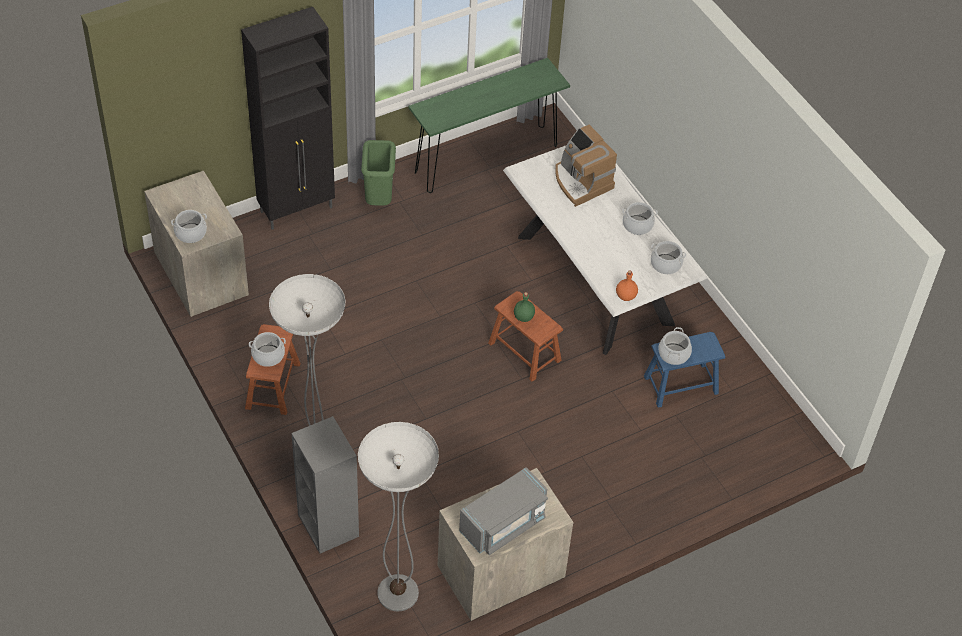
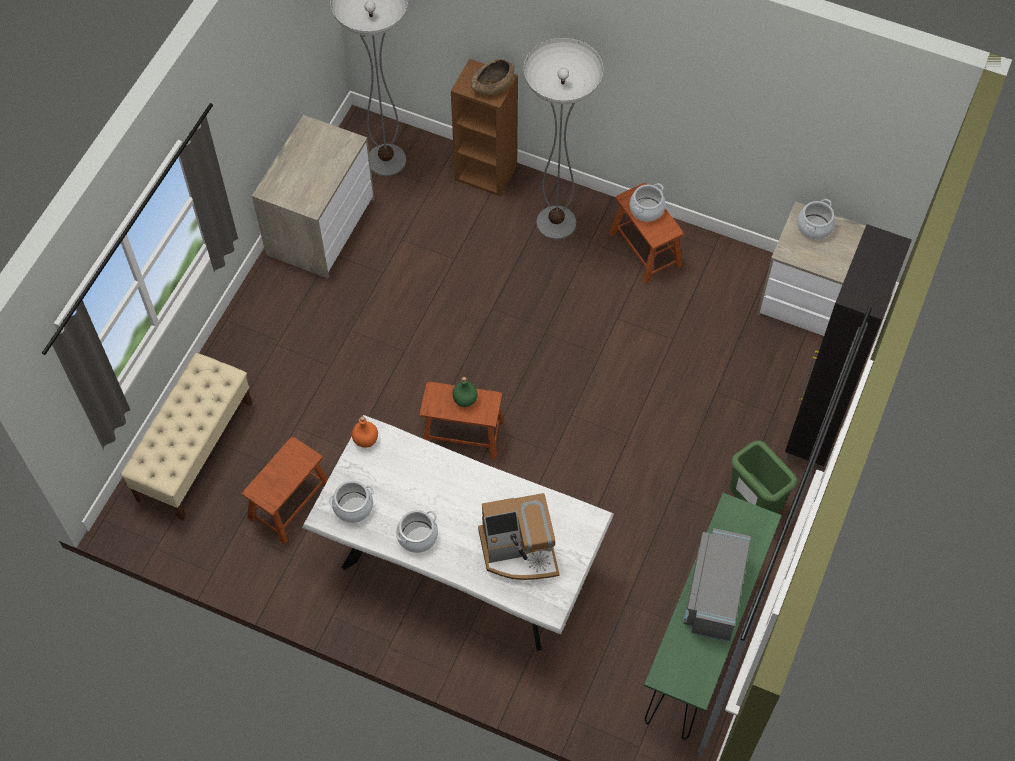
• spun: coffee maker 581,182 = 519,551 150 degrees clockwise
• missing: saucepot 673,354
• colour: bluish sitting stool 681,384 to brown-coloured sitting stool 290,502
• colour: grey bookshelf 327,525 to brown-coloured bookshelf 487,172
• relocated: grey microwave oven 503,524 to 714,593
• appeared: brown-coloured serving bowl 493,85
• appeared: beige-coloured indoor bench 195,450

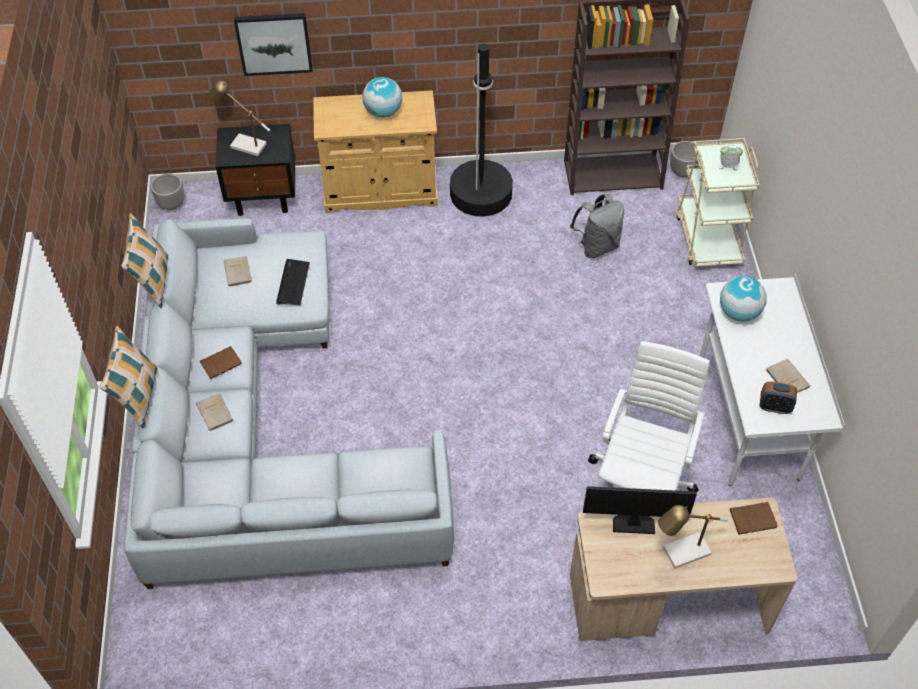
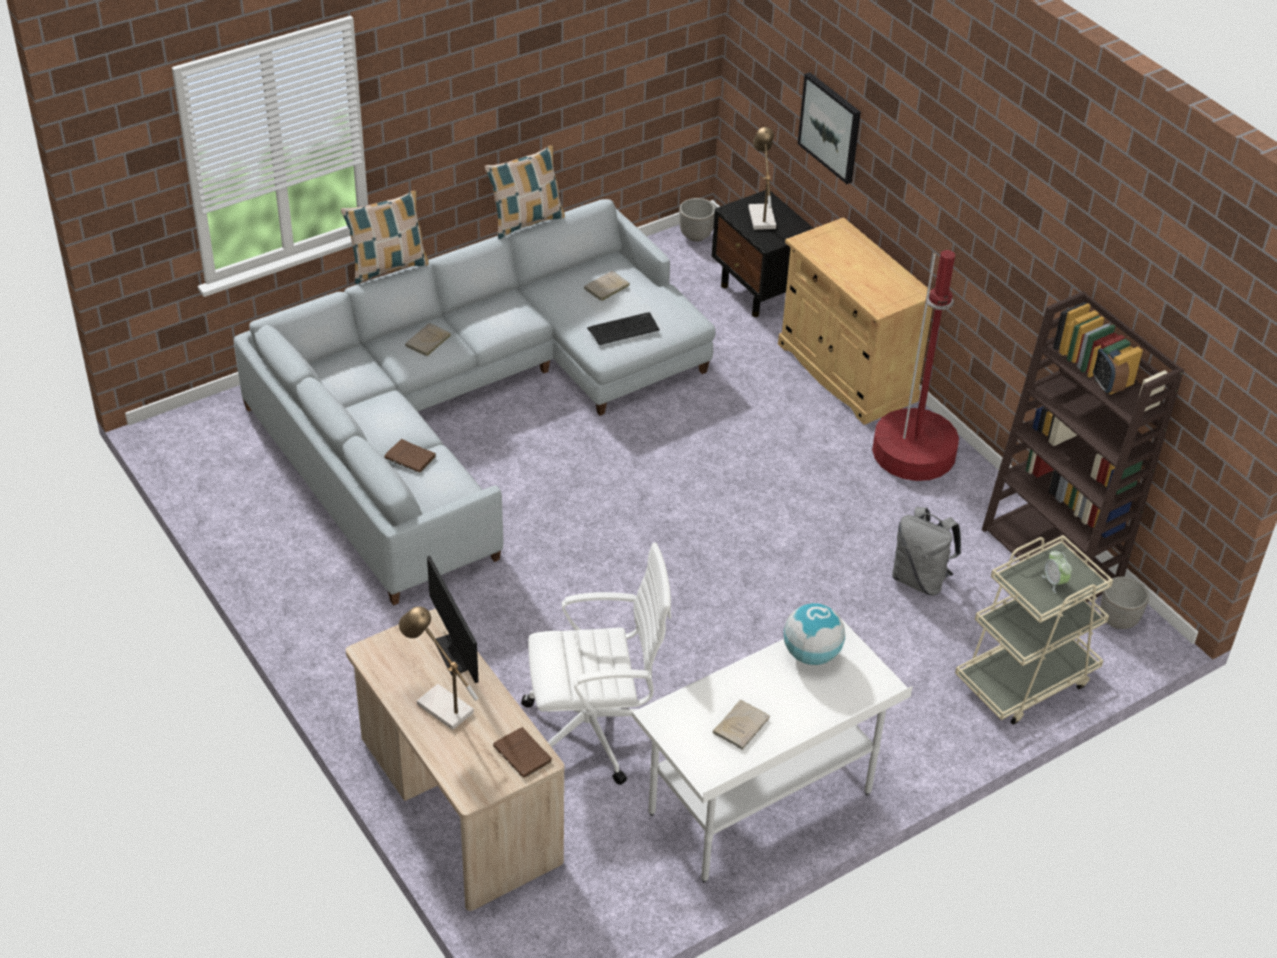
• colour: black standard lamp 481,193 to red-coloured standard lamp 914,452
• missing: desk globe 383,112
• relocated: brown-coloured bound book 222,363 to 411,458
• relocated: bedside clock 774,407 to 1106,385

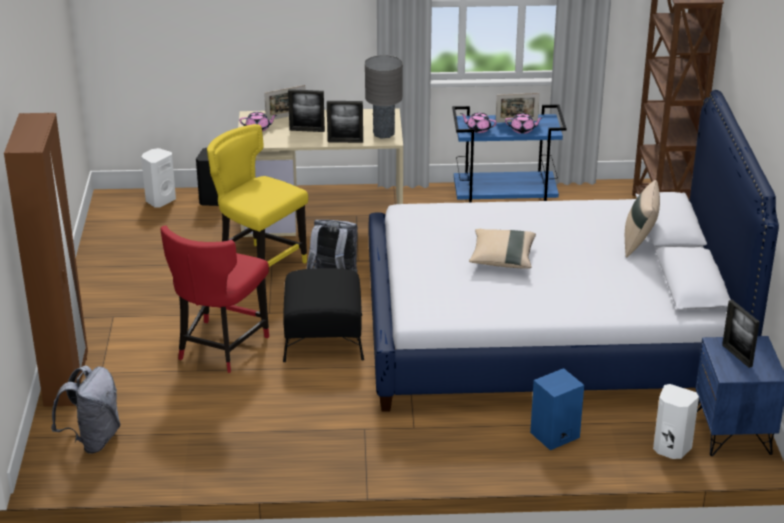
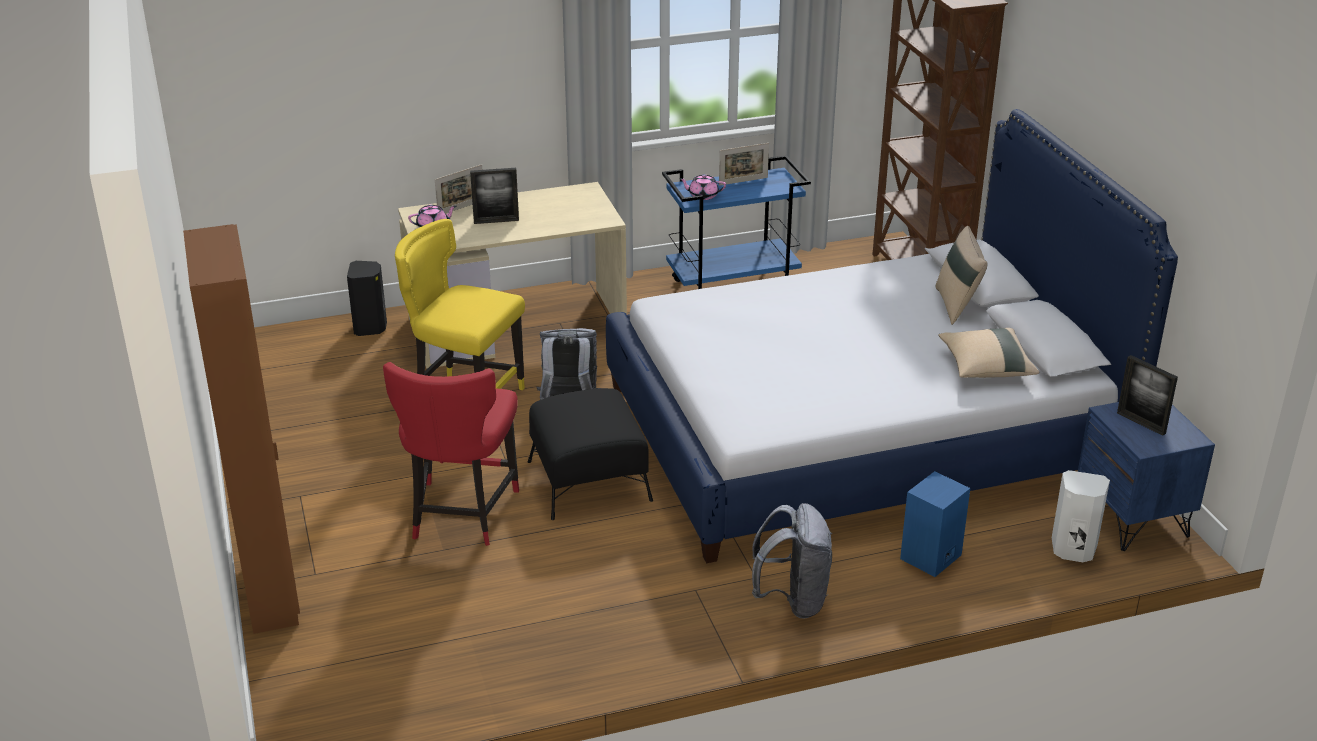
• missing: grey table lamp 384,134
• missing: picture frame 345,141
• missing: pinkish tea pot 522,130
• missing: whitish loudspeaker 160,200
• relocated: beige-coloured cushion 502,259 to 985,367
• relocated: grey backpack 93,439 to 792,600

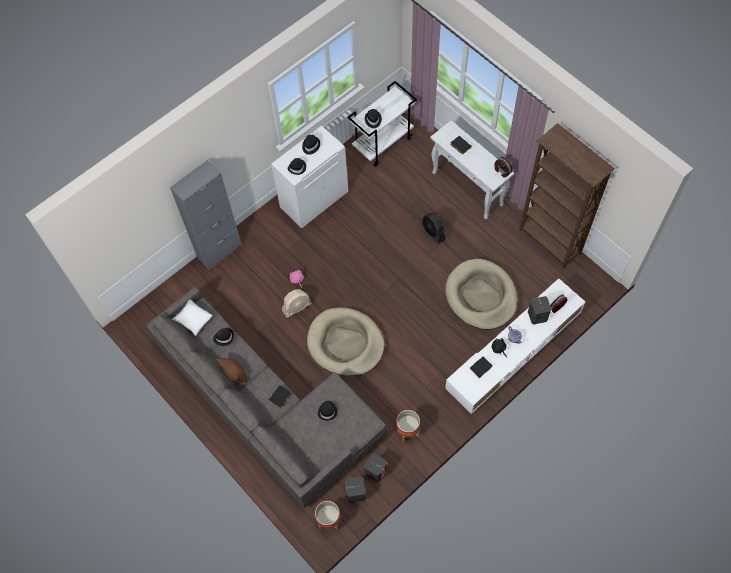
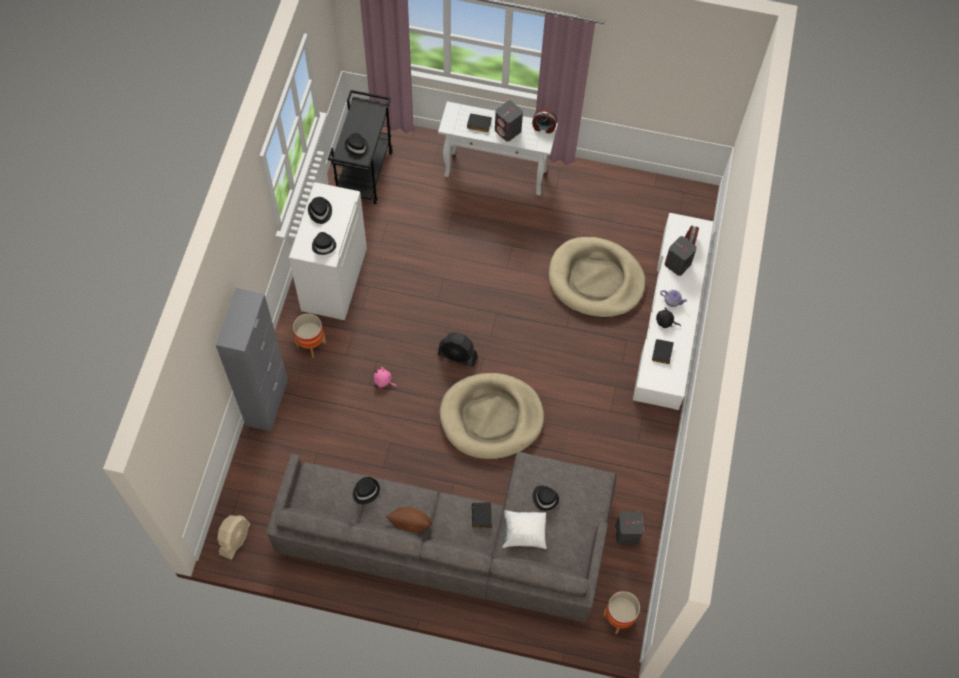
• colour: whitish wheeled cart 383,143 to black wheeled cart 364,173
• missing: brown-coloured bookshelf 549,242
• relocated: black electric fan 433,232 to 457,356
• relocated: beige-coloured electric fan 297,307 to 235,539
• relocated: whitish cushion 193,320 to 523,533
• relocated: flower pot 407,431 to 311,344
• relocated: grey loudspeaker 356,493 to 508,131

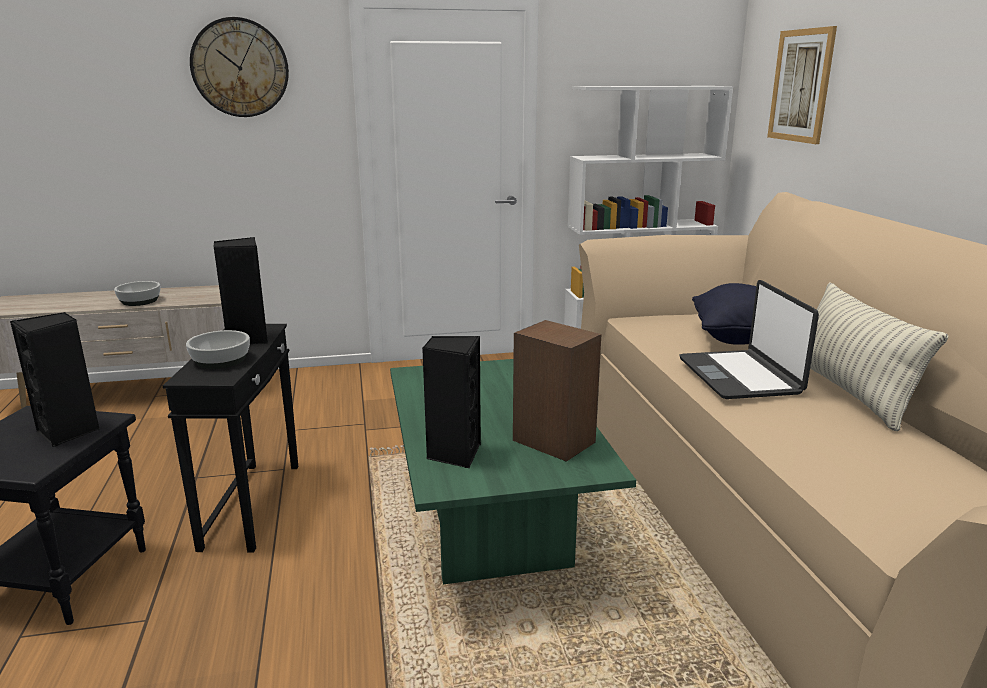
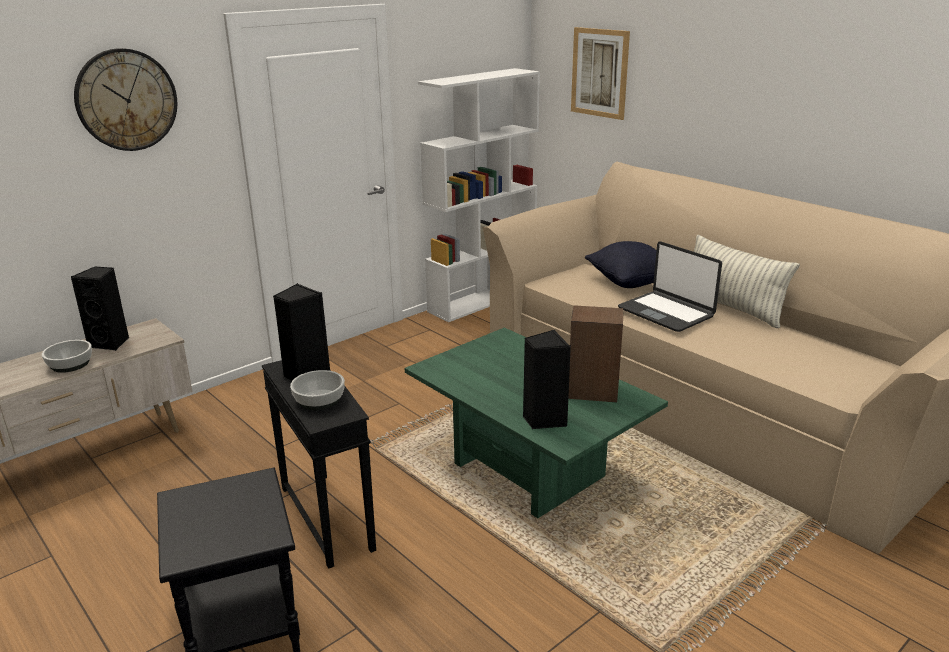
• relocated: black loudspeaker 69,432 to 111,343

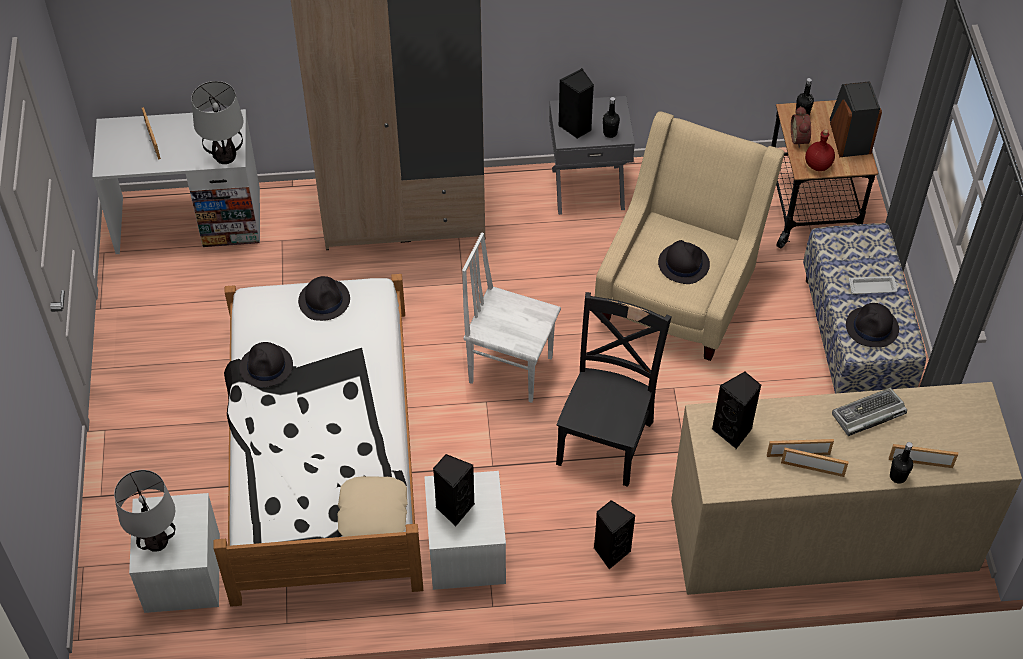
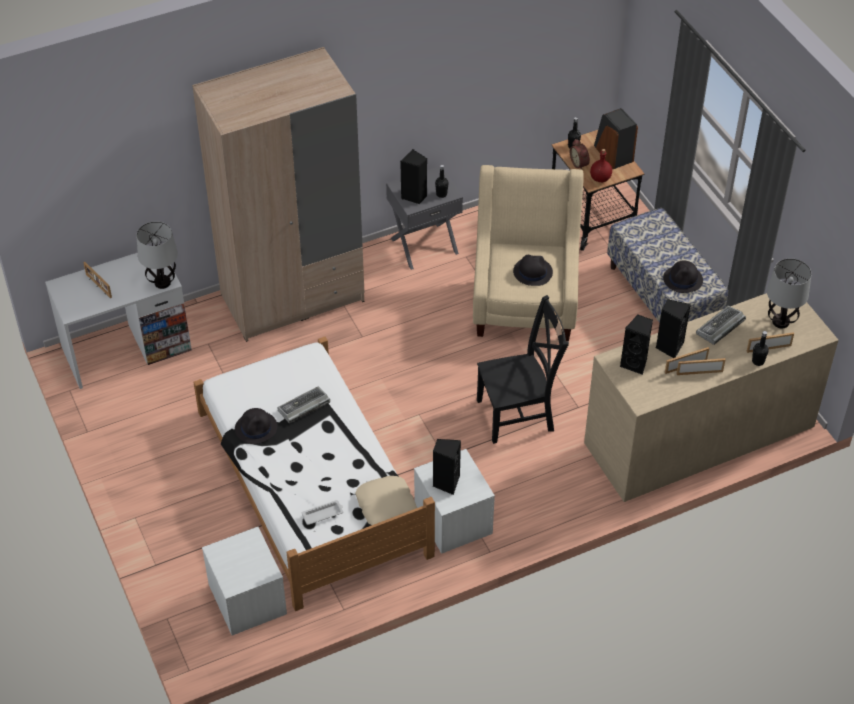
• missing: whitish chair 510,368
• missing: black hat 324,300
• relocated: whitish tray 873,287 to 323,514
• spun: black chair 606,439 = 518,414 75 degrees clockwise
• relocated: table lamp 157,541 to 781,321
• relocated: black loudspeaker 611,551 to 669,347
• appeared: computer keyboard 303,407

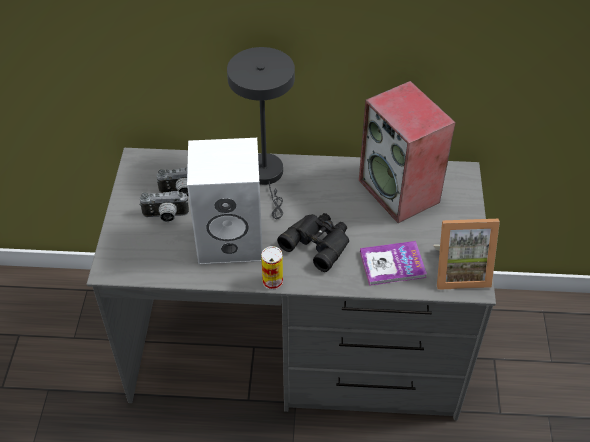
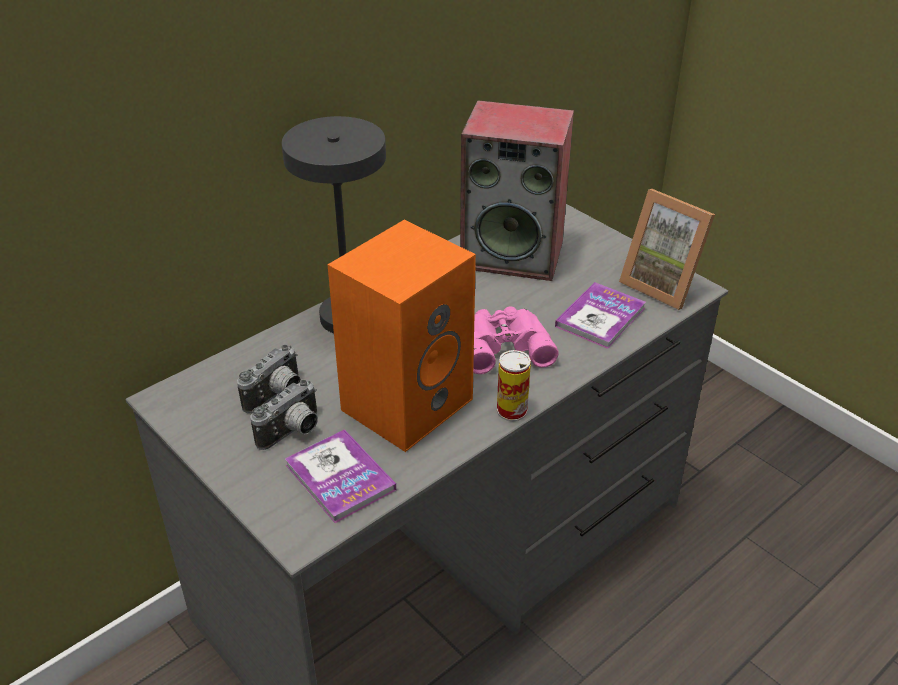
• colour: whitish loudspeaker 232,239 to orange-coloured loudspeaker 407,402
• colour: black field glasses 318,242 to pinkish field glasses 503,345
• spun: picture frame 460,271 = 663,284 90 degrees clockwise
• appeared: bound book 340,477

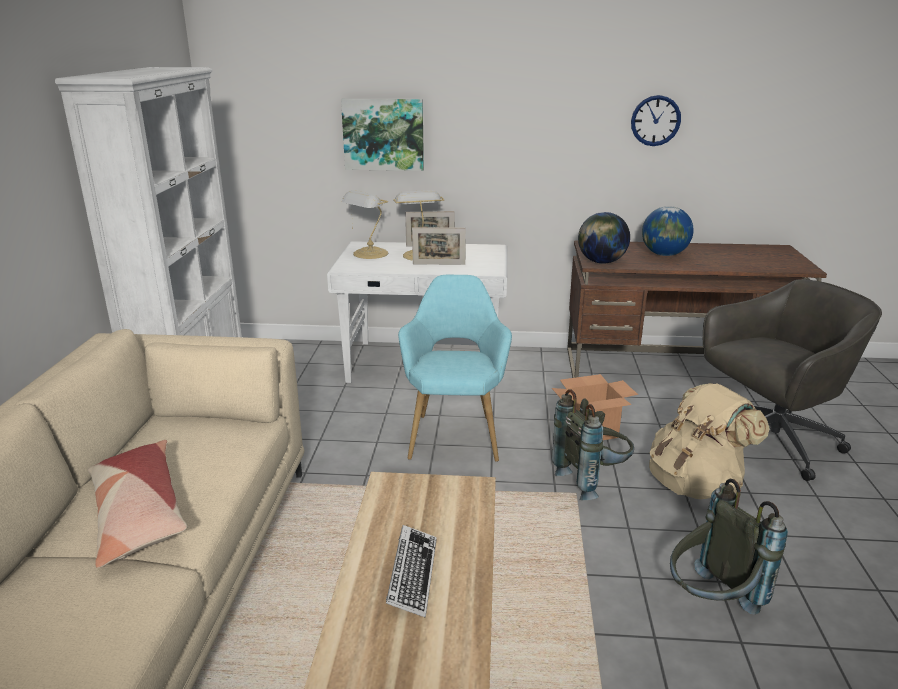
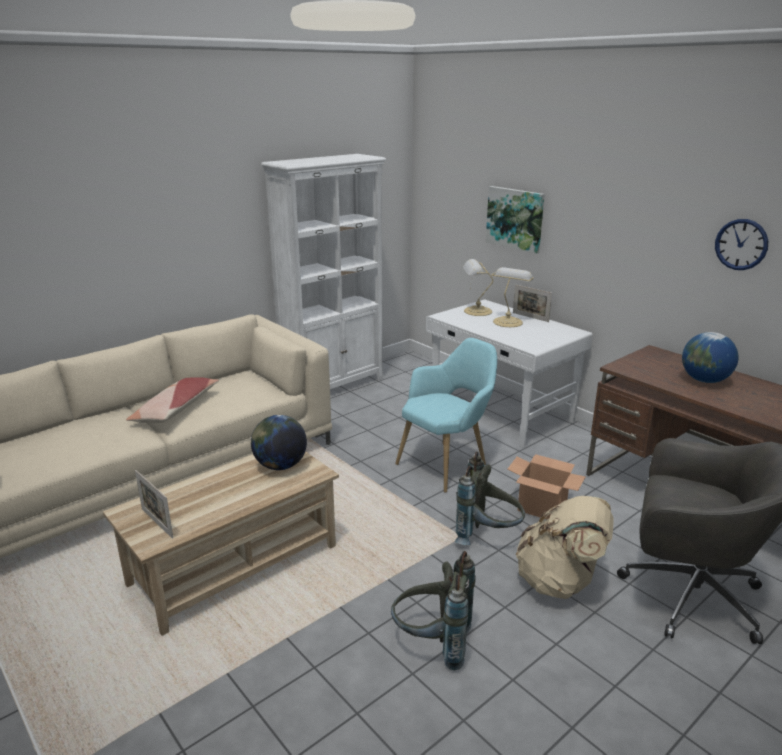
• relocated: desk globe 601,262 to 280,465
• relocated: picture frame 439,264 to 157,523
• missing: computer keyboard 412,575

